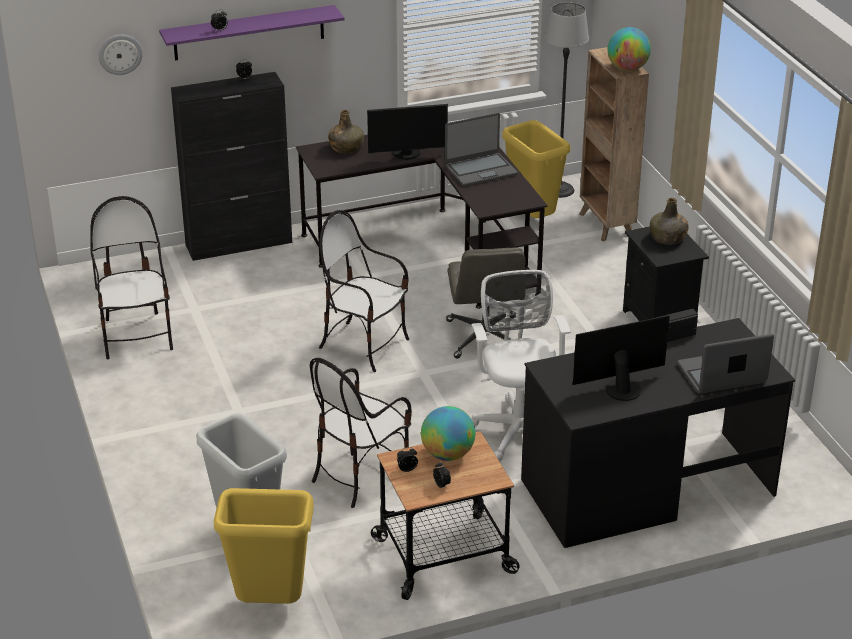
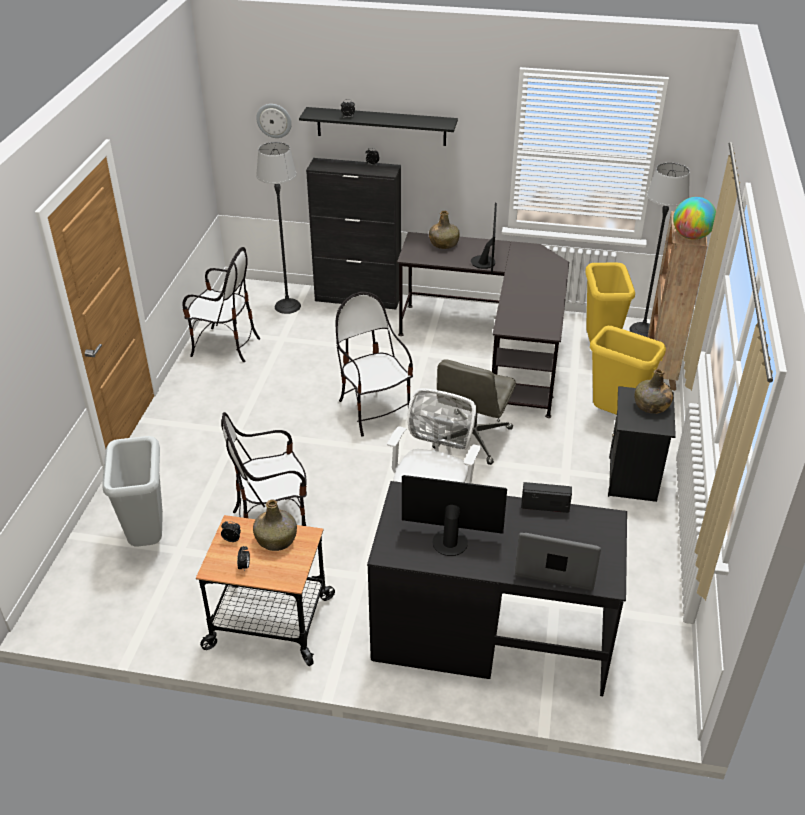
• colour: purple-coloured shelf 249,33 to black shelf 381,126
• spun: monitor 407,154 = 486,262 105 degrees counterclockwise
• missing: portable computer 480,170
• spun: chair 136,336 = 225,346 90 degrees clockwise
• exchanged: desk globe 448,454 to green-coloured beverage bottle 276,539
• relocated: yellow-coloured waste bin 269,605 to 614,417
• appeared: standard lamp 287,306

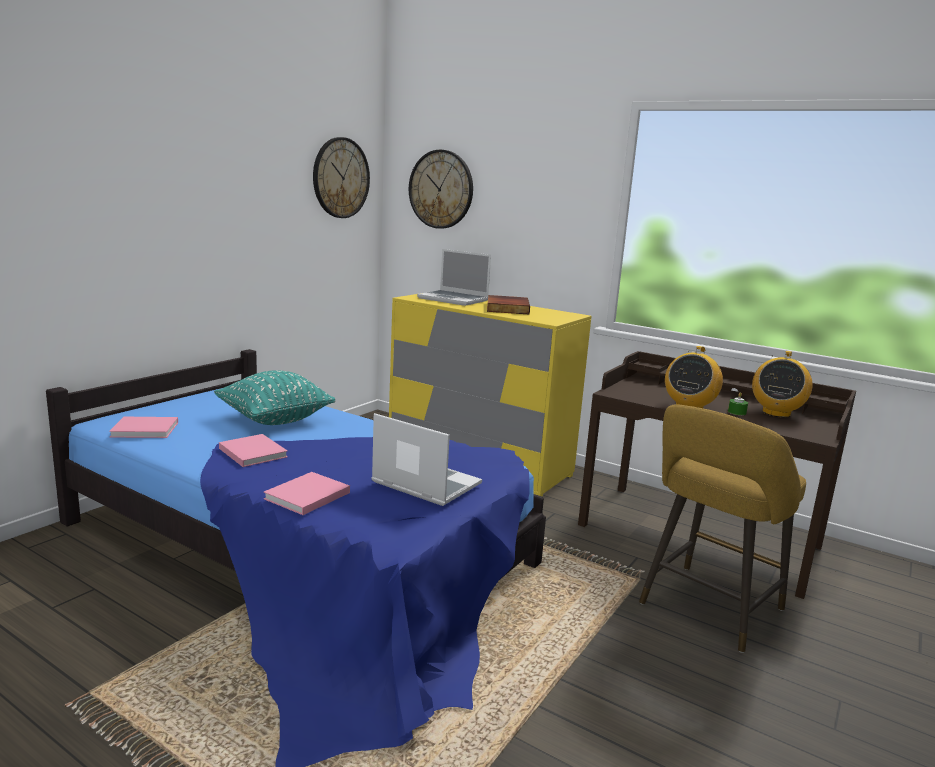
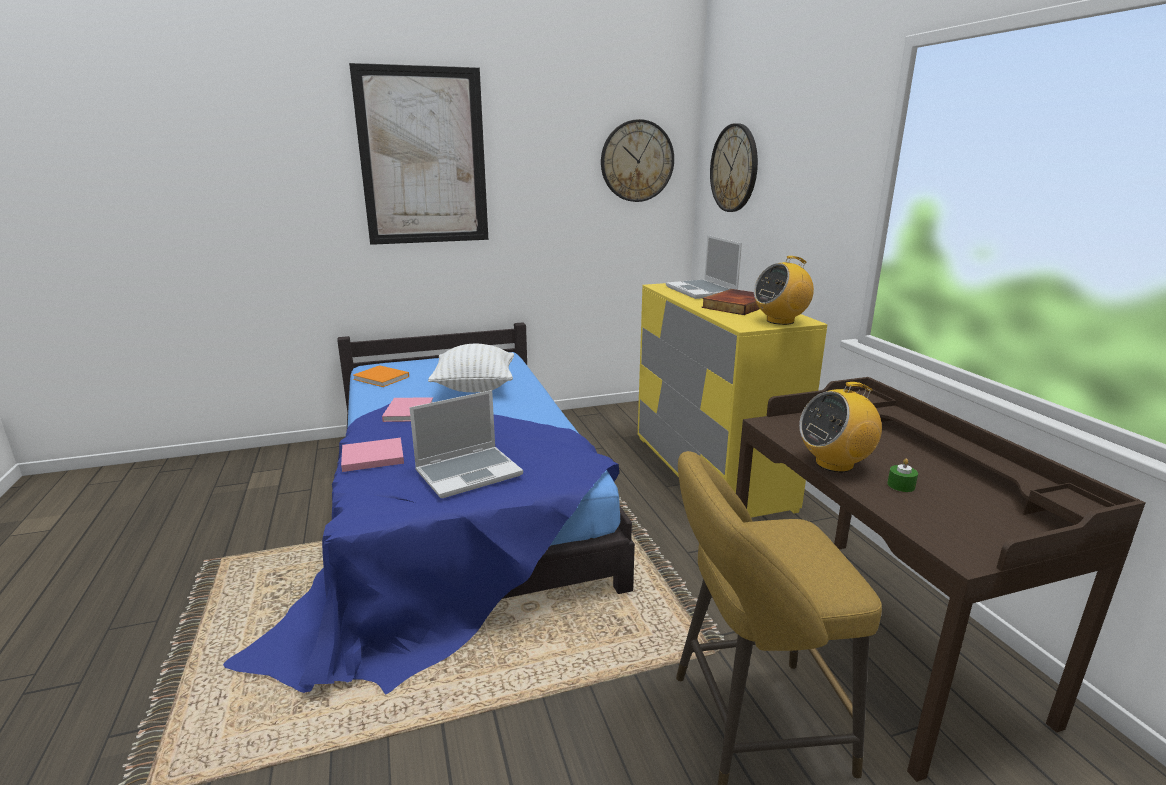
• relocated: radio 776,413 to 780,321
• colour: turquoise cushion 275,419 to whitish cushion 475,387
• spun: portable computer 424,484 = 469,472 75 degrees clockwise
• colour: pinkish bound book 147,430 to orange-coloured bound book 382,378
• appeared: wall art 423,157

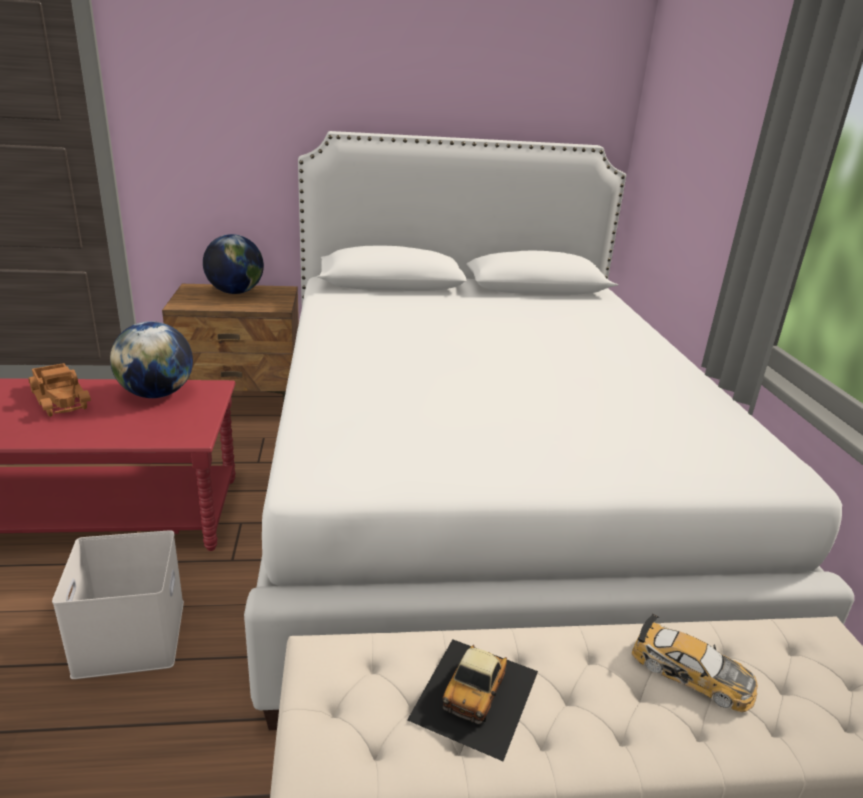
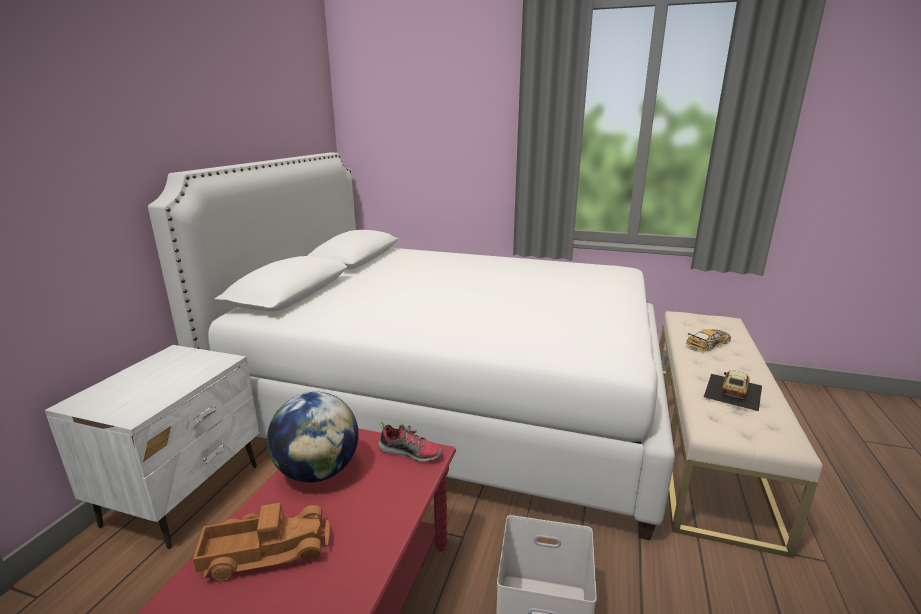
• missing: desk globe 235,292
• colour: brown-coloured night table 242,404 to whitish night table 185,494
• spun: miniature car 476,694 = 732,391 105 degrees counterclockwise
• appeared: low shoe 411,452

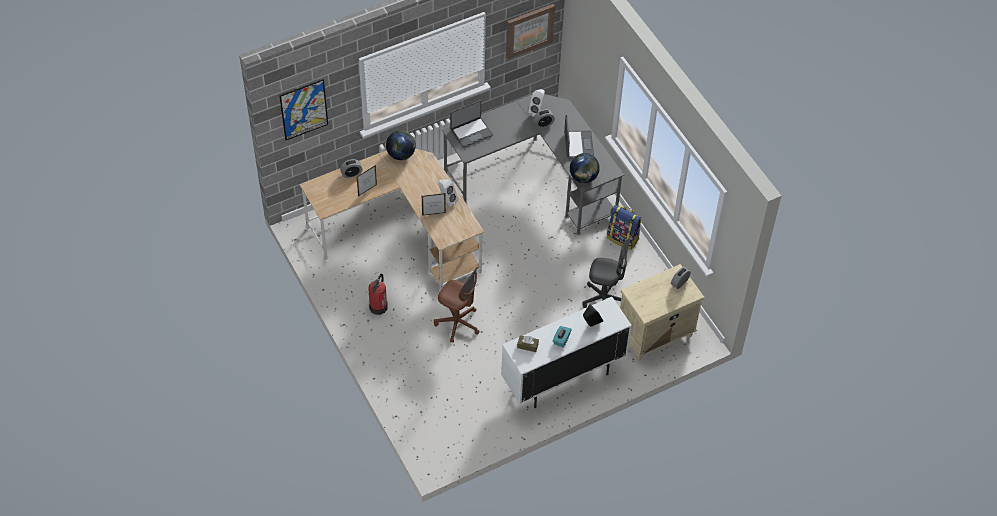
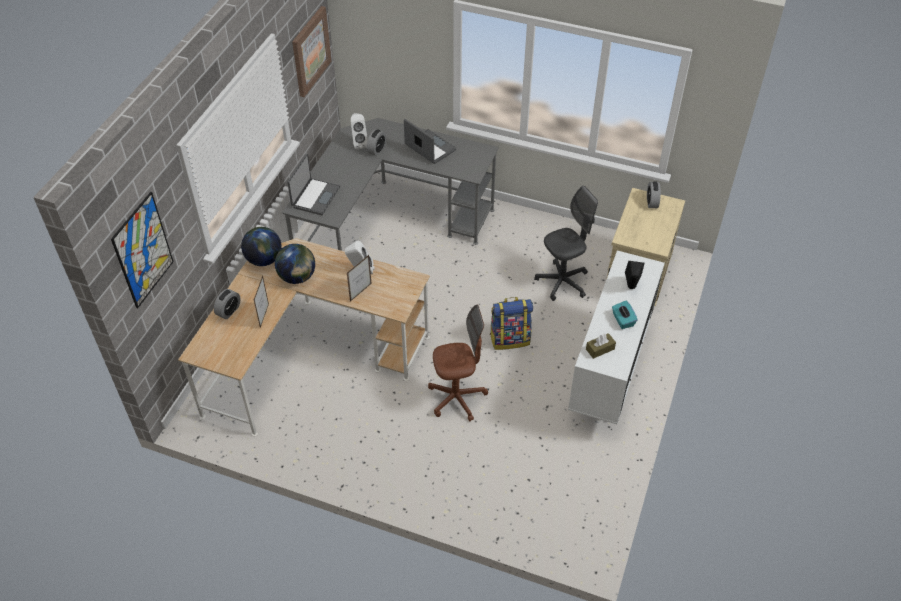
• relocated: desk globe 583,177 to 297,277
• relocated: backpack 623,238 to 510,339
• missing: extinguisher 378,306

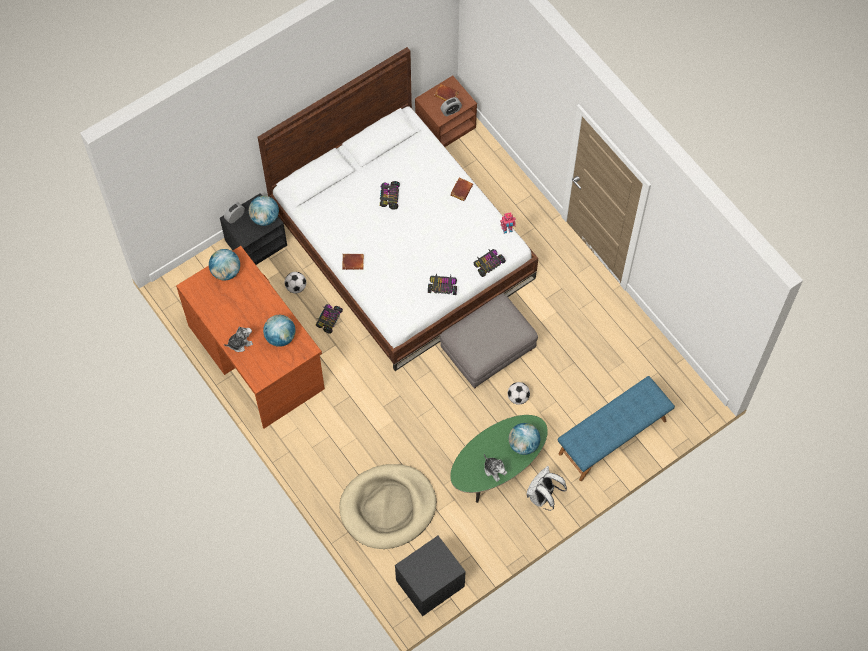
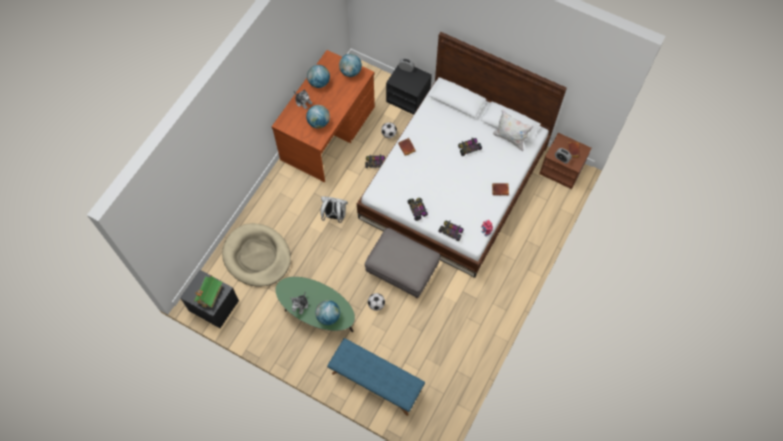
• relocated: desk globe 265,217 to 319,82
• relocated: whitish backpack 542,497 to 334,216
• appeared: whitish cushion 510,138
• appeared: miniature house 209,294

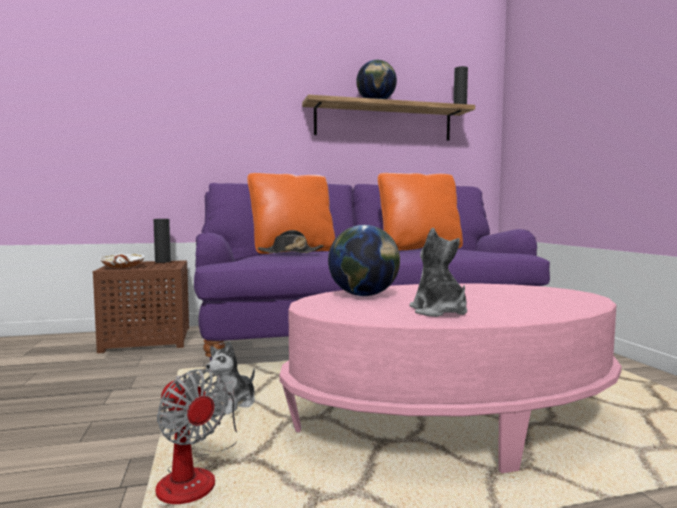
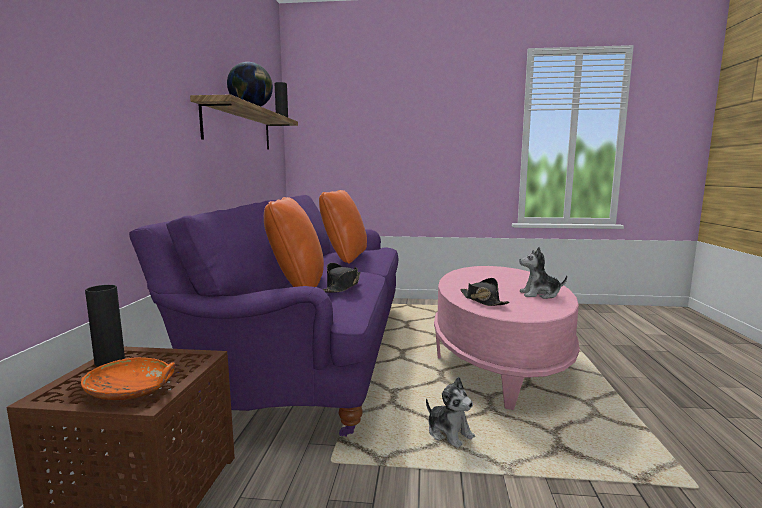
• exchanged: desk globe 364,295 to black hat 482,300
• colour: whitish serving bowl 122,267 to orange-coloured serving bowl 132,391
• missing: electric fan 195,475

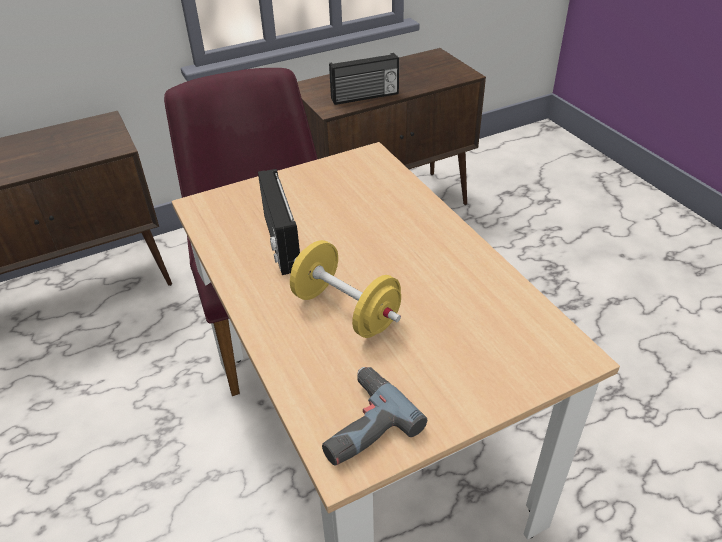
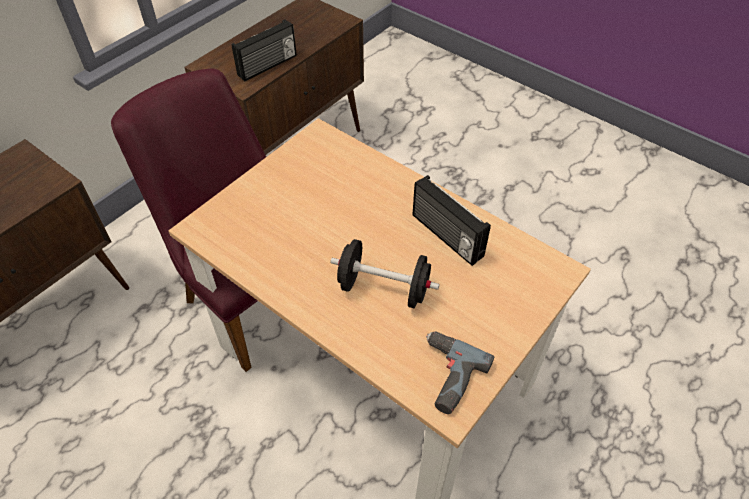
• relocated: radio 279,242 to 445,236
• colour: yellow-coloured free weight 346,310 to black free weight 383,288

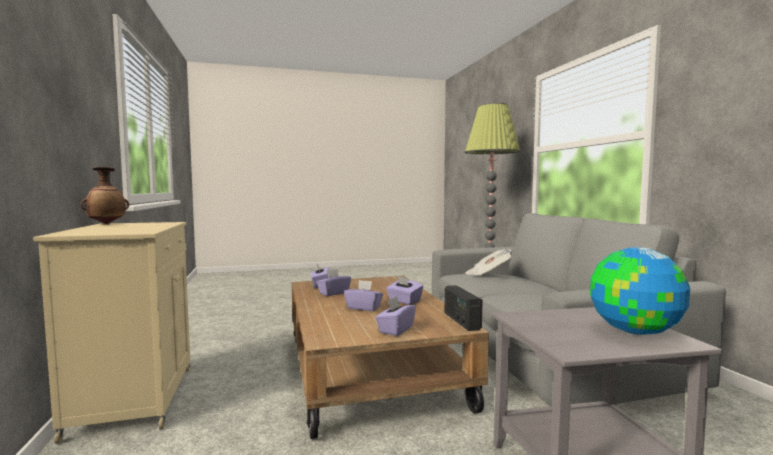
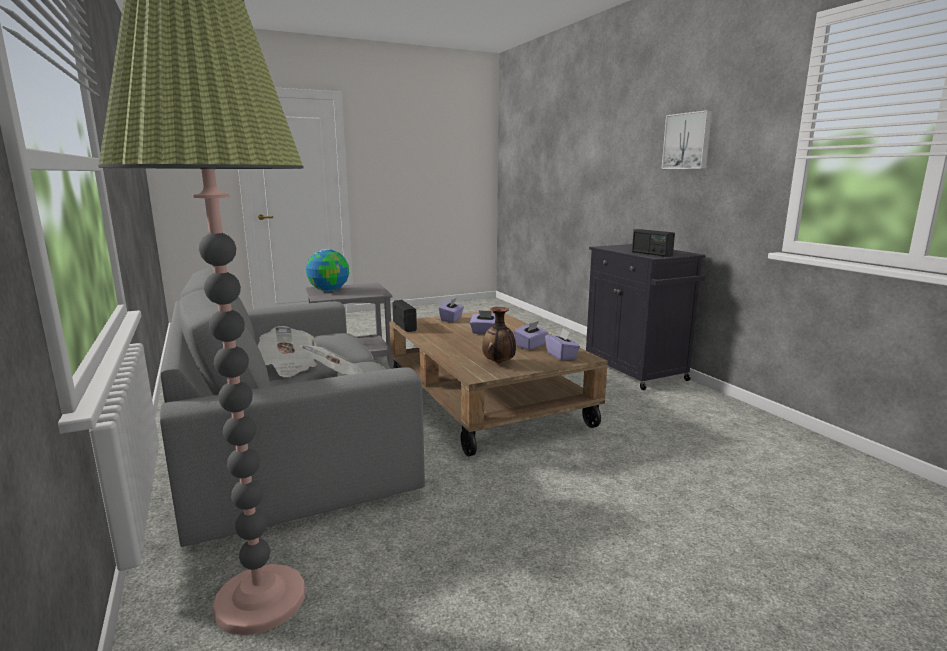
• relocated: decorative vase 106,223 to 499,363
• colour: beige-coloured storage cabinet 134,399 to black storage cabinet 636,371
• missing: purple-coloured tissue holder 404,301
• appeared: wall art 688,141
• appeared: radio 651,254
• appeared: printed paper 289,366

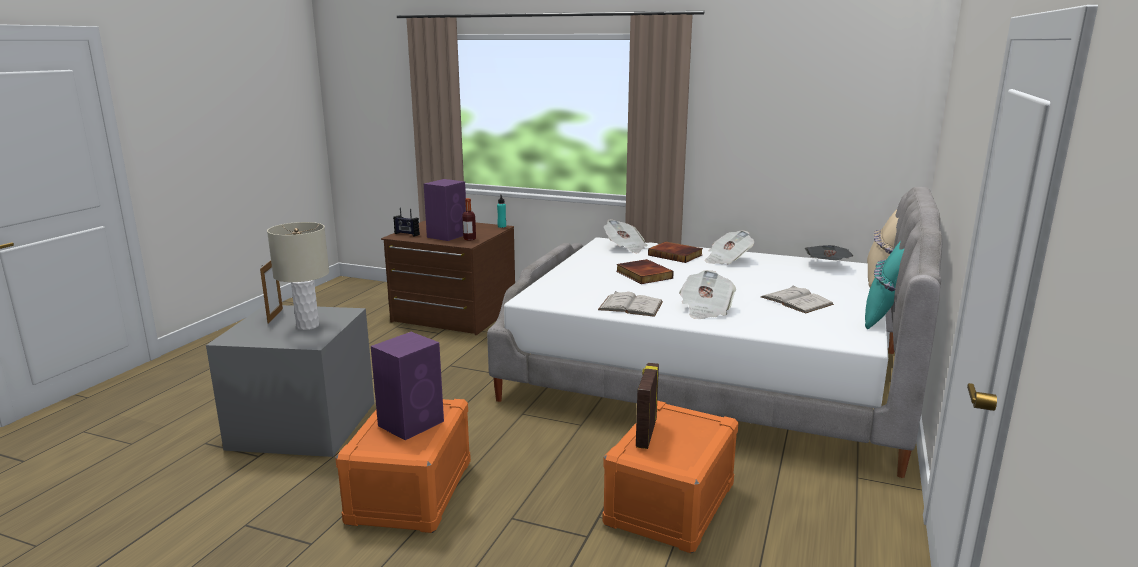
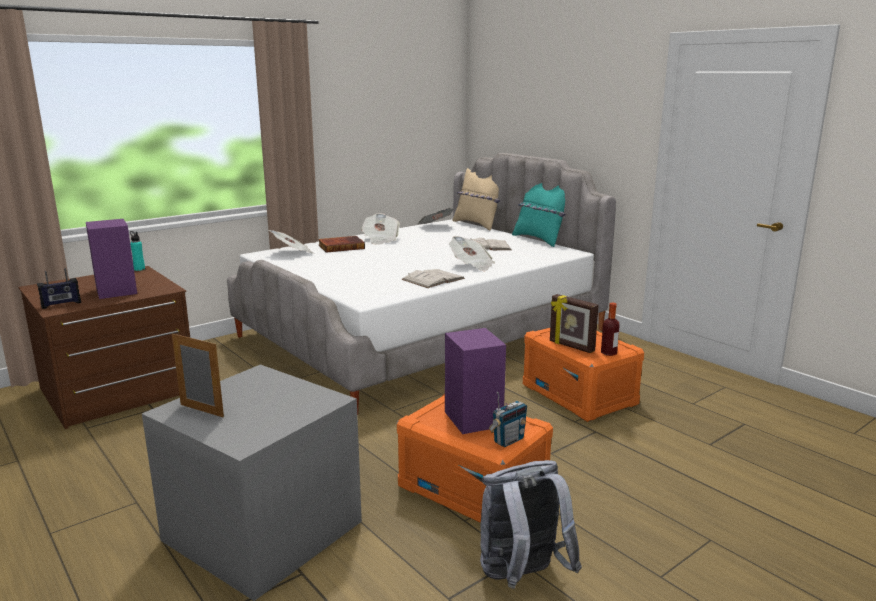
• relocated: beverage bottle 469,239 to 608,353
• missing: beige-coloured table lamp 308,326
• missing: bound book 643,275
• appeared: radio 508,440
• appeared: grey backpack 521,577

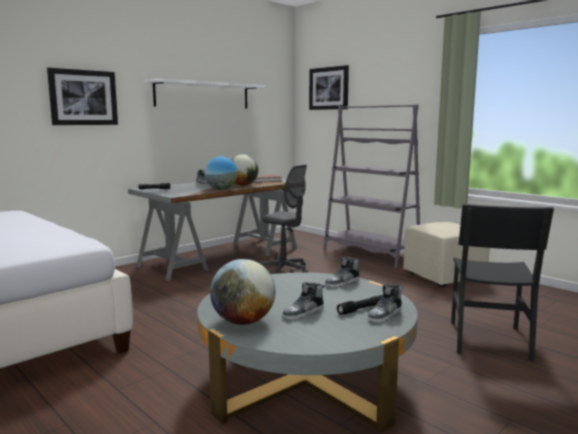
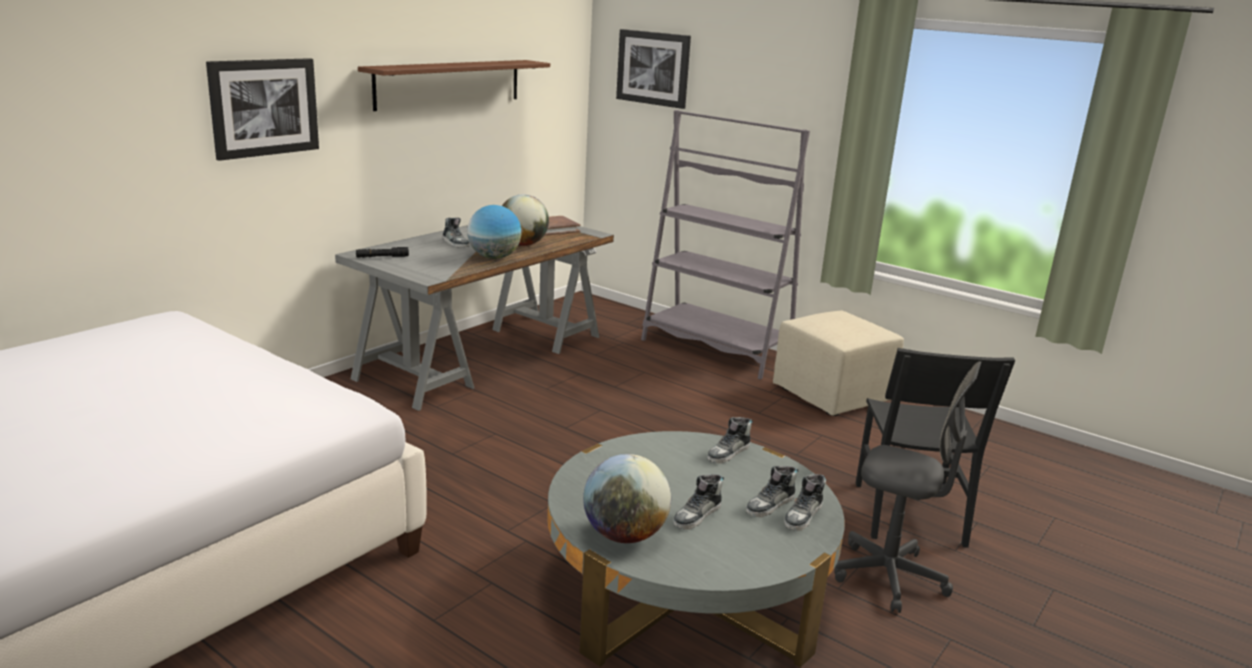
• colour: whitish shelf 203,95 to brown-coloured shelf 449,83
• relocated: grey desk chair 284,271 to 889,577
• exchanged: black flashlight 361,309 to low shoe 770,505

